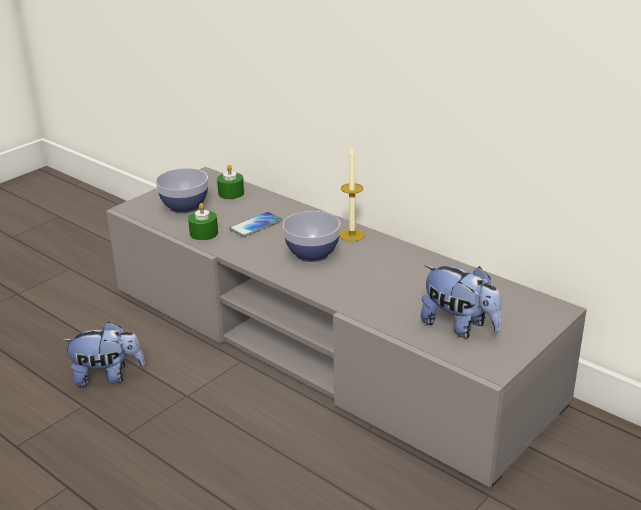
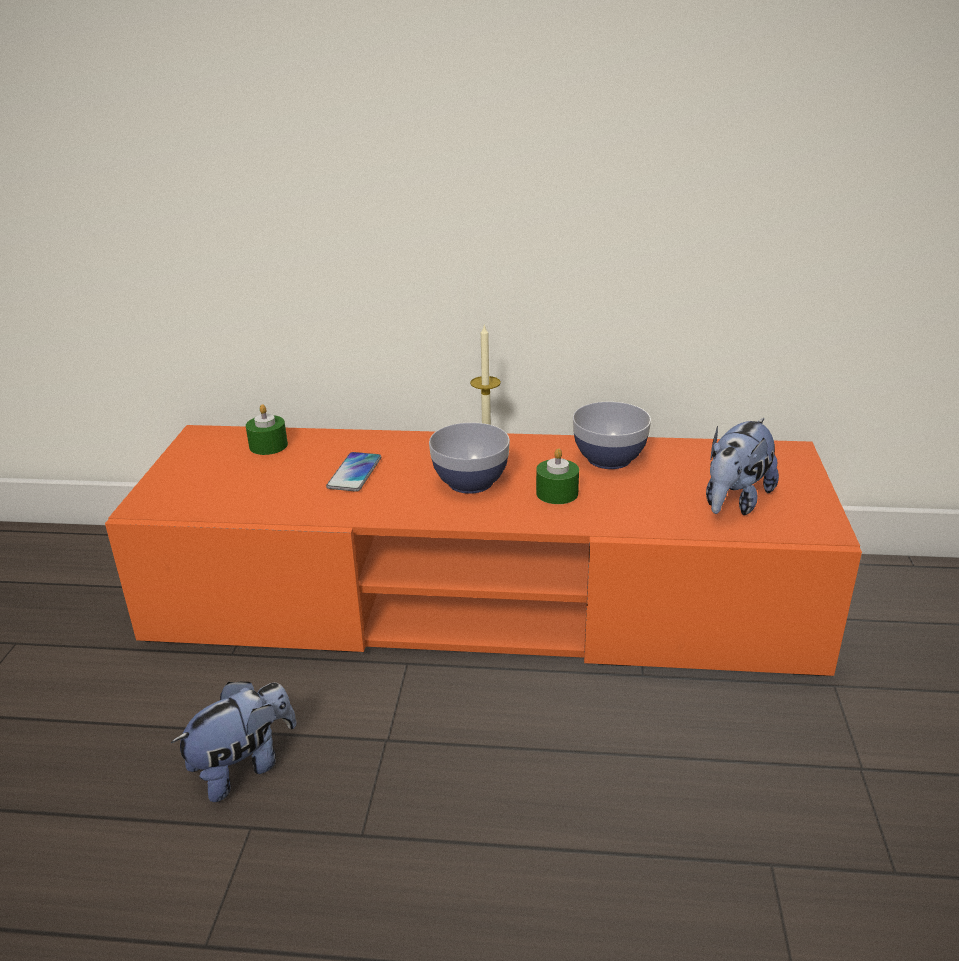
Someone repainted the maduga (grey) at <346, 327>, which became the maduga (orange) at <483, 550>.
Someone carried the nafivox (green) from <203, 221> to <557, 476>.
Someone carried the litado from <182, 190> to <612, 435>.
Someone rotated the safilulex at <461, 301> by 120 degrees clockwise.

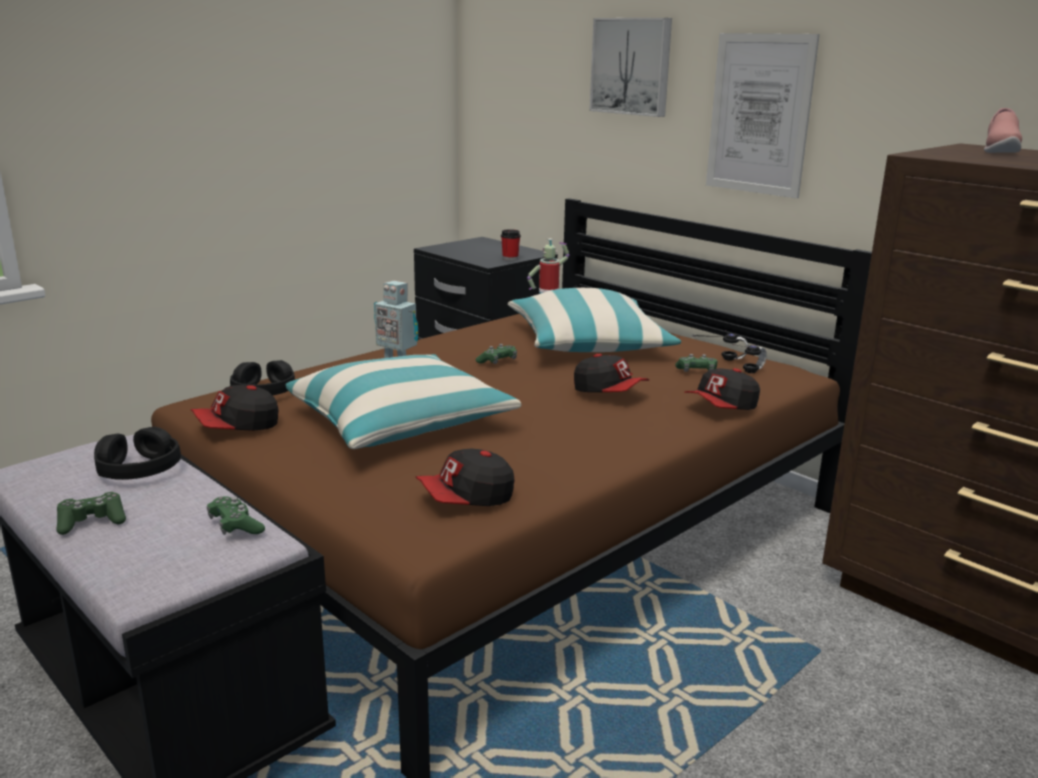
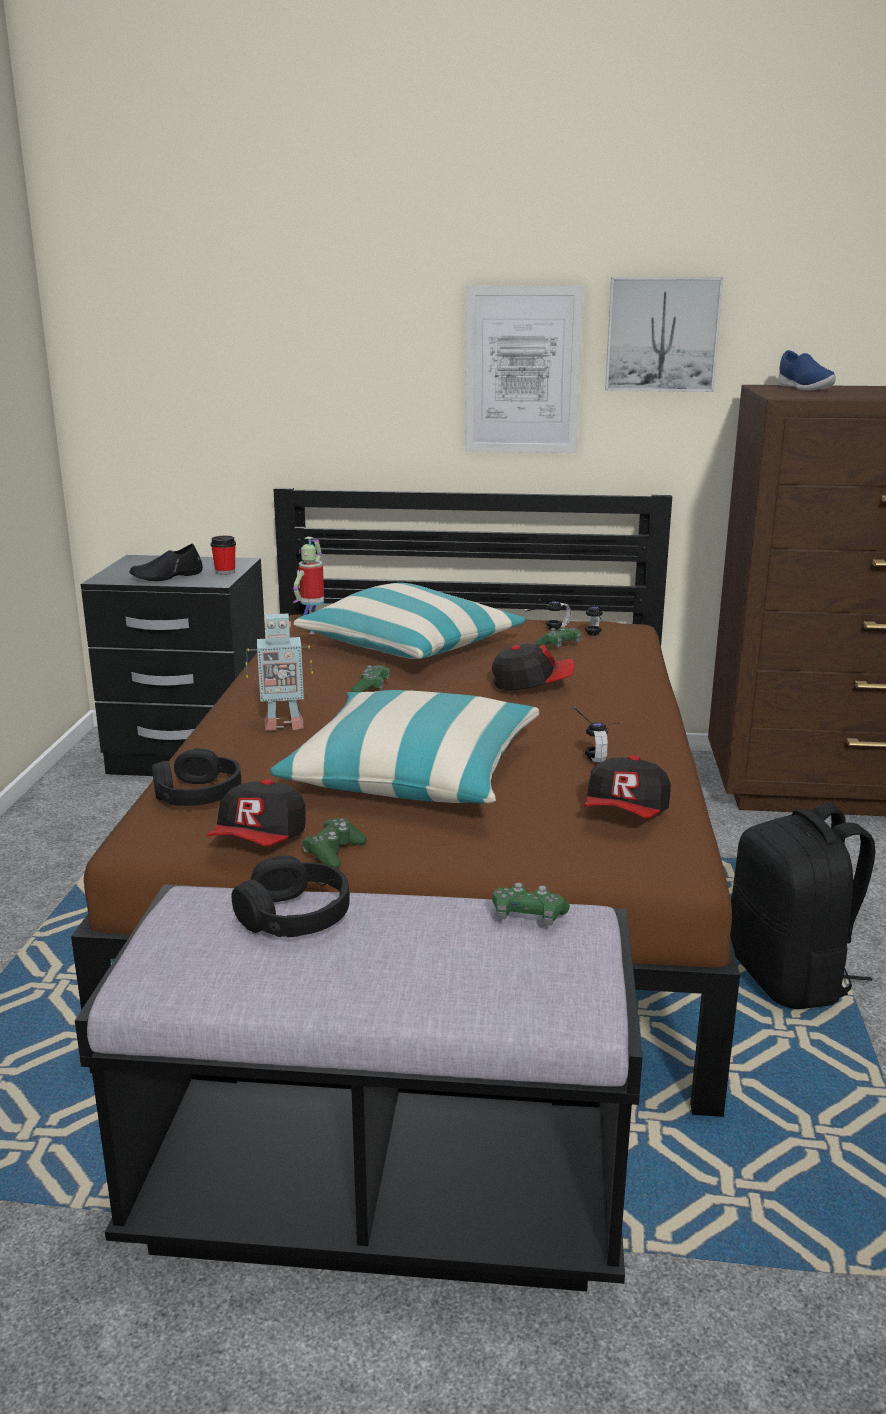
Someone put down the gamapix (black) at <166, 562>.
Someone carried the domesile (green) from <91, 513> to <334, 843>.
Someone put down the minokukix at <598, 734>.
Someone carried the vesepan from <630, 67> to <664, 334>.
Someone put down the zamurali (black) at <802, 906>.
Someone repainted the gamapix (pink) at <1003, 130>, which became the gamapix (blue) at <807, 370>.
Someone took away the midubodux at <722, 389>.

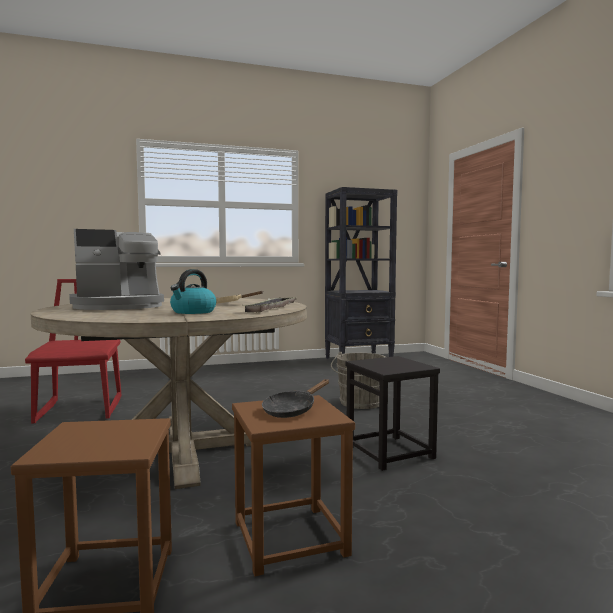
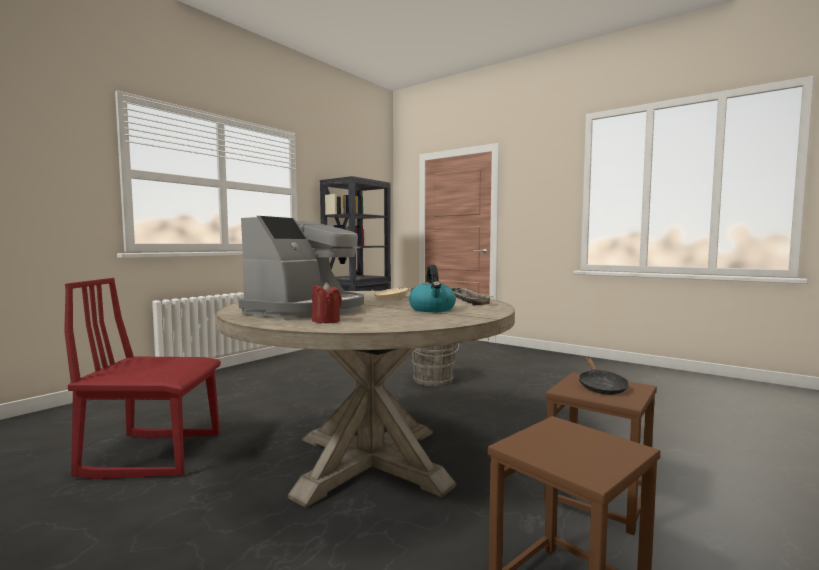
Someone rotated the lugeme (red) at <73, 351> by 45 degrees counterclockwise.
Someone put down the nafivox (red) at <327, 302>.
Someone took away the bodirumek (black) at <393, 413>.

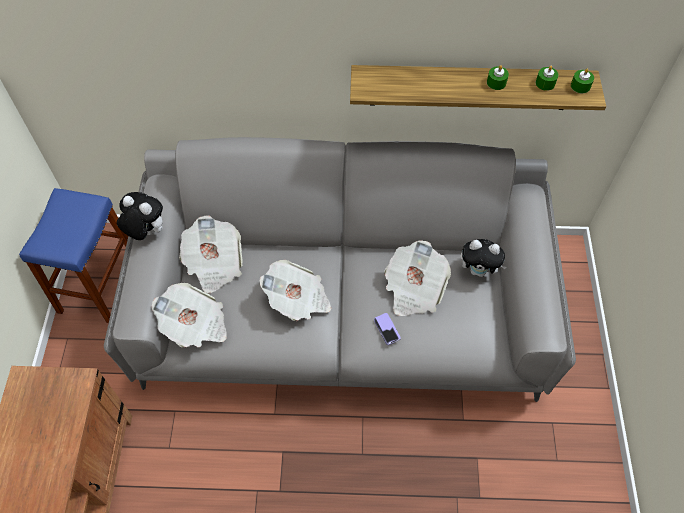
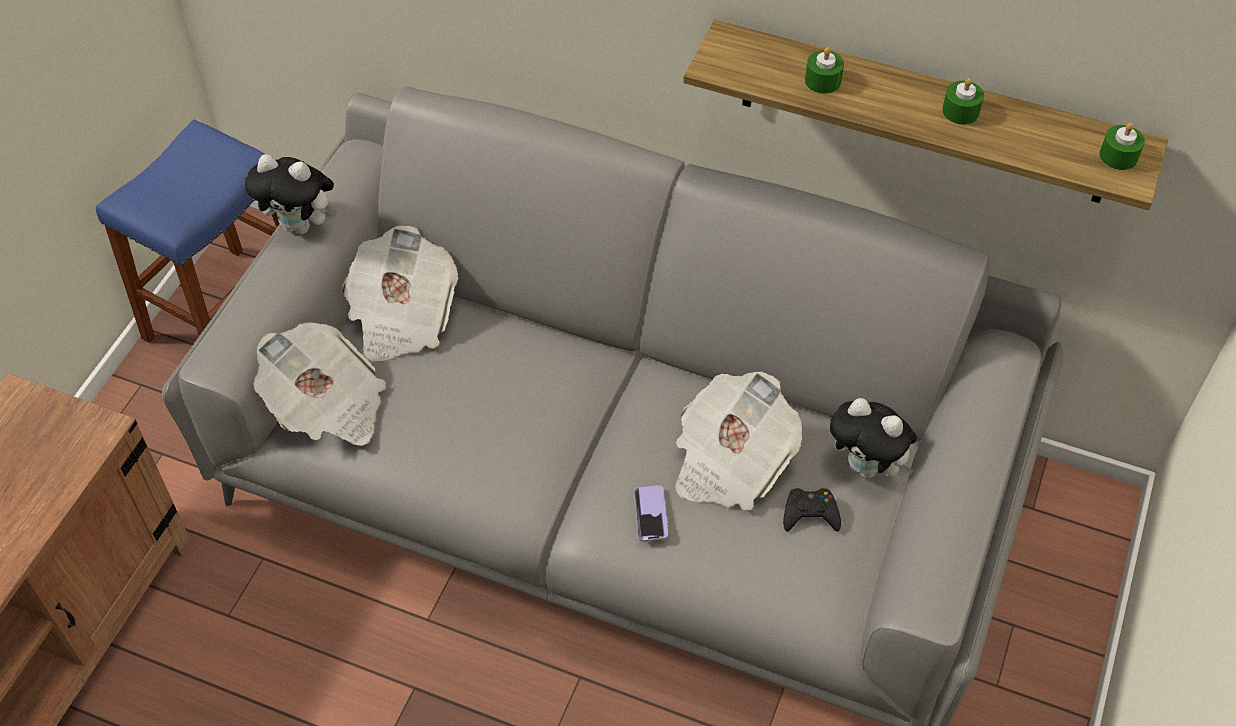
Someone rotated the safilulex at <140, 216> by 150 degrees clockwise.
Someone put down the domesile (black) at <812, 510>.
Someone carried the nafivox (green) from <547, 78> to <824, 70>.
Someone took away the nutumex at <295, 290>.

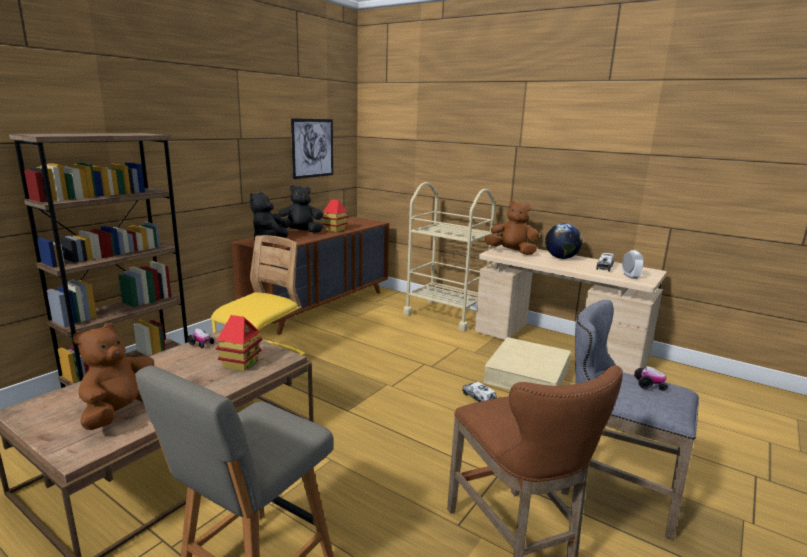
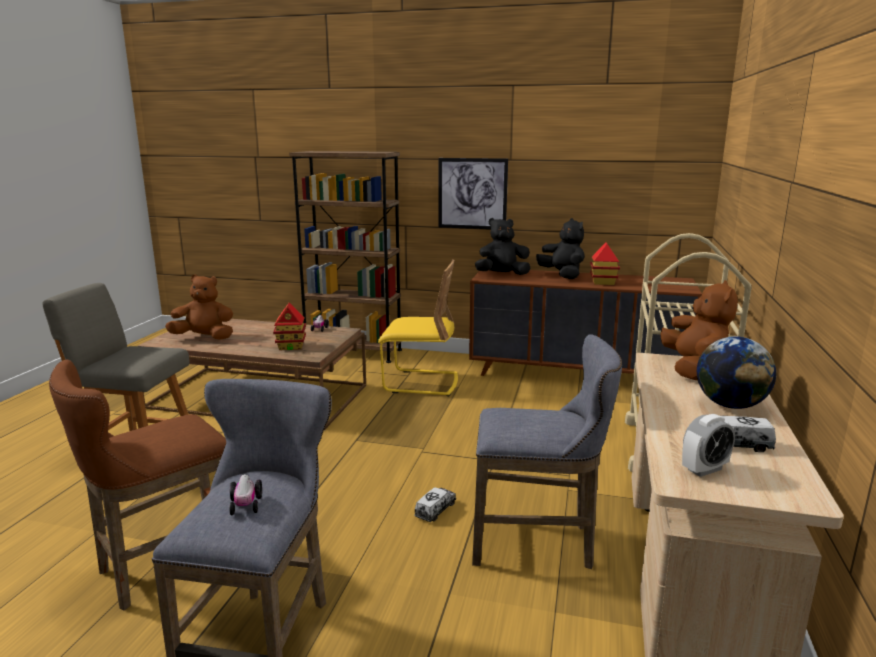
Someone carried the vesepan from <312, 148> to <473, 193>.
Someone swapped the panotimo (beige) at <527, 363> for the bodirumek (grey) at <547, 451>.

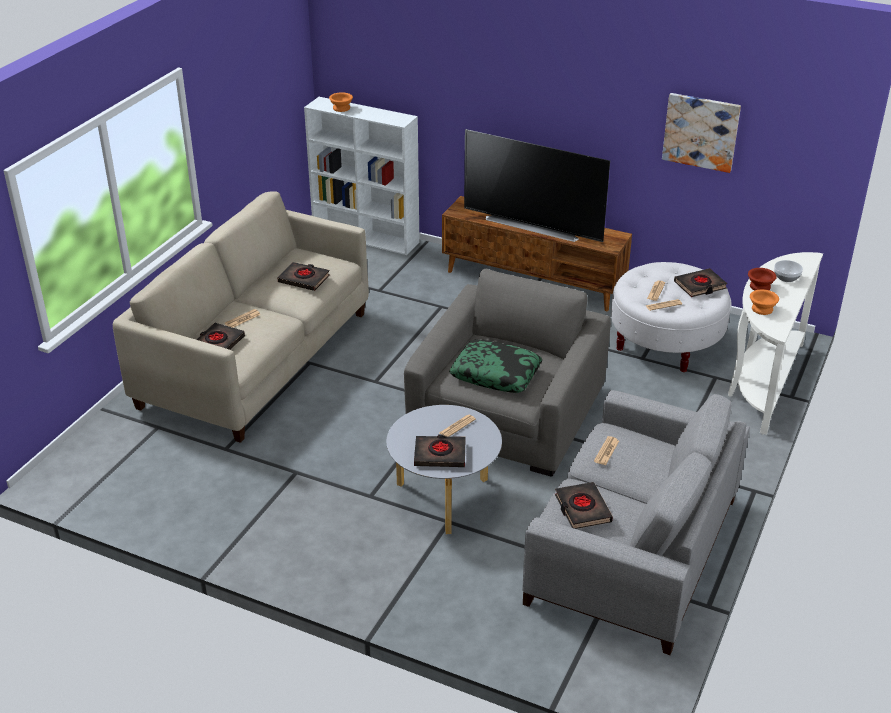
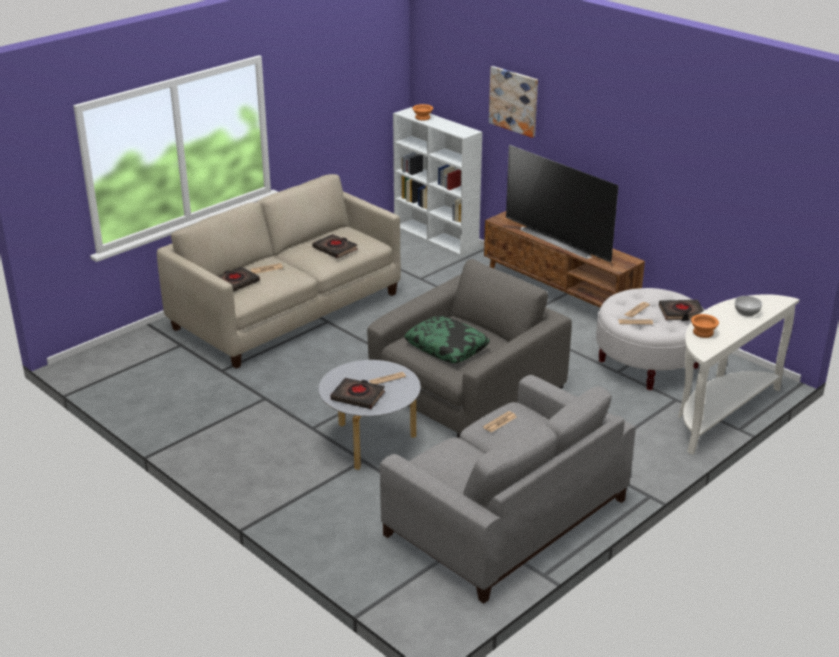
Someone carried the vesepan from <701, 133> to <513, 102>.
Someone took away the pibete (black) at <584, 505>.
Someone took away the litado (brown) at <762, 279>.

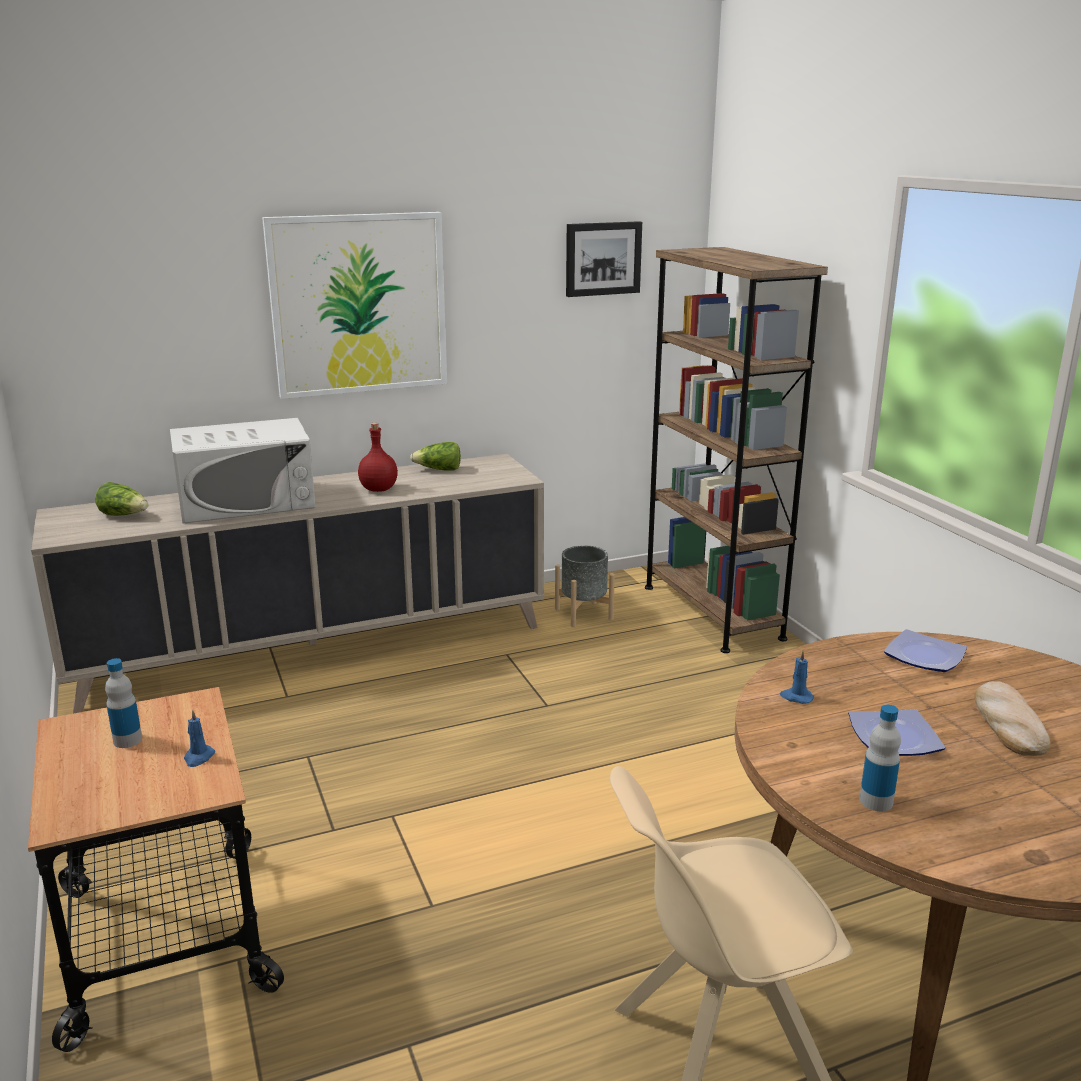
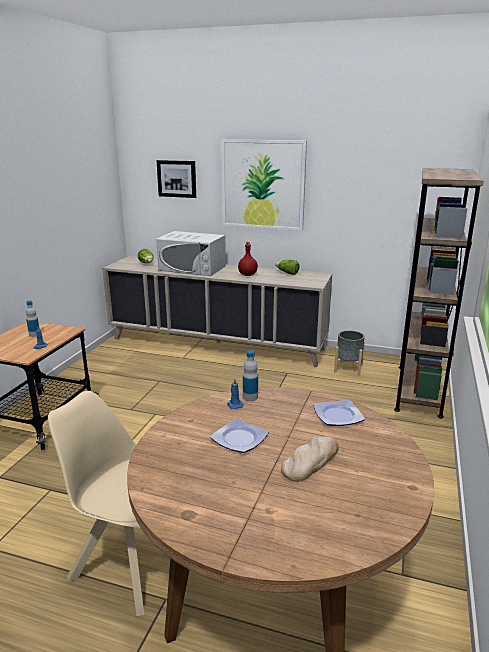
Someone carried the vesepan from <604, 259> to <176, 179>.
Someone carried the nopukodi from <880, 758> to <250, 375>.

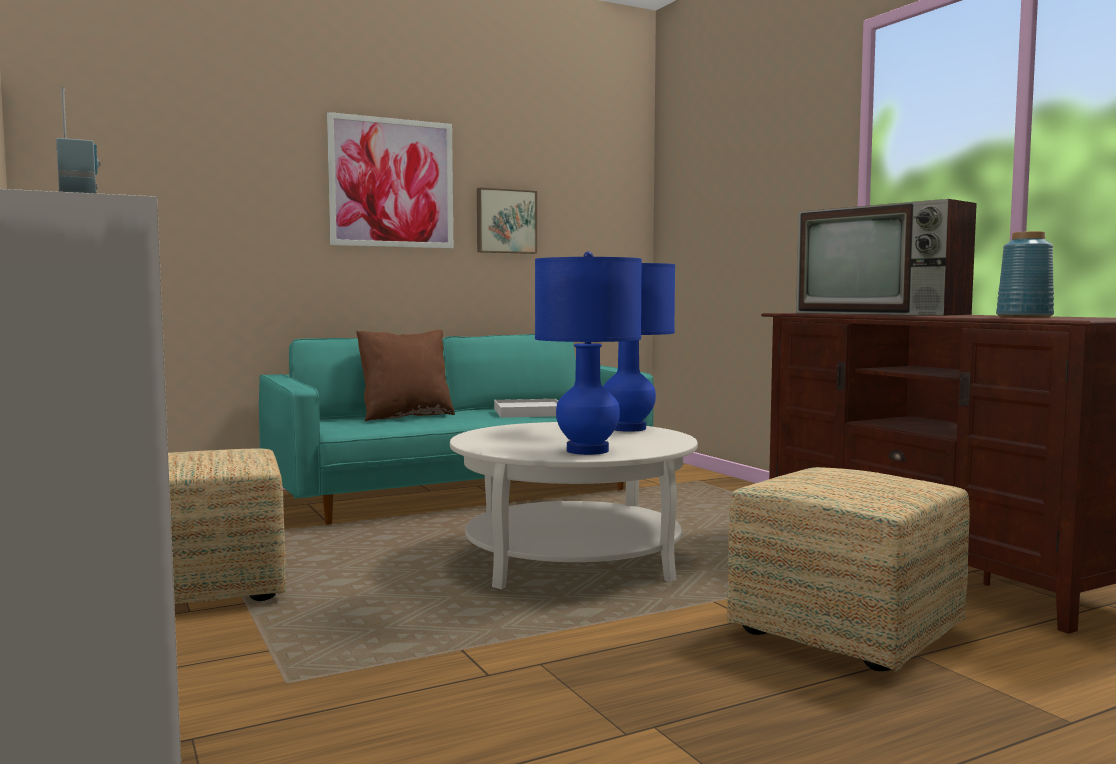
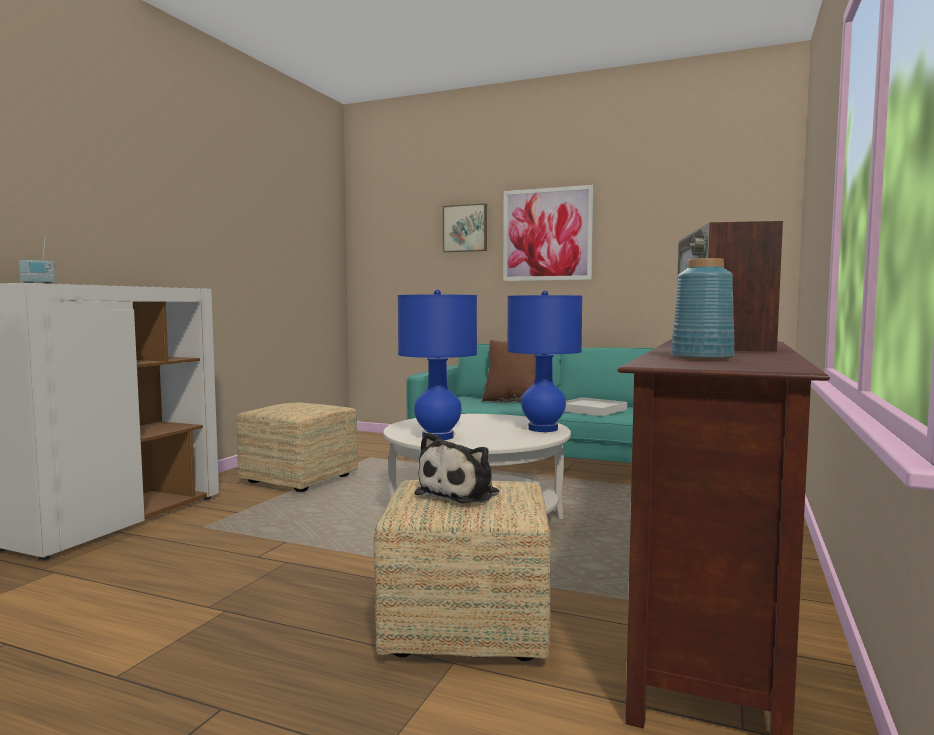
Someone put down the safilulex at <457, 467>.
Someone carried the vesepan from <507, 221> to <464, 227>.

